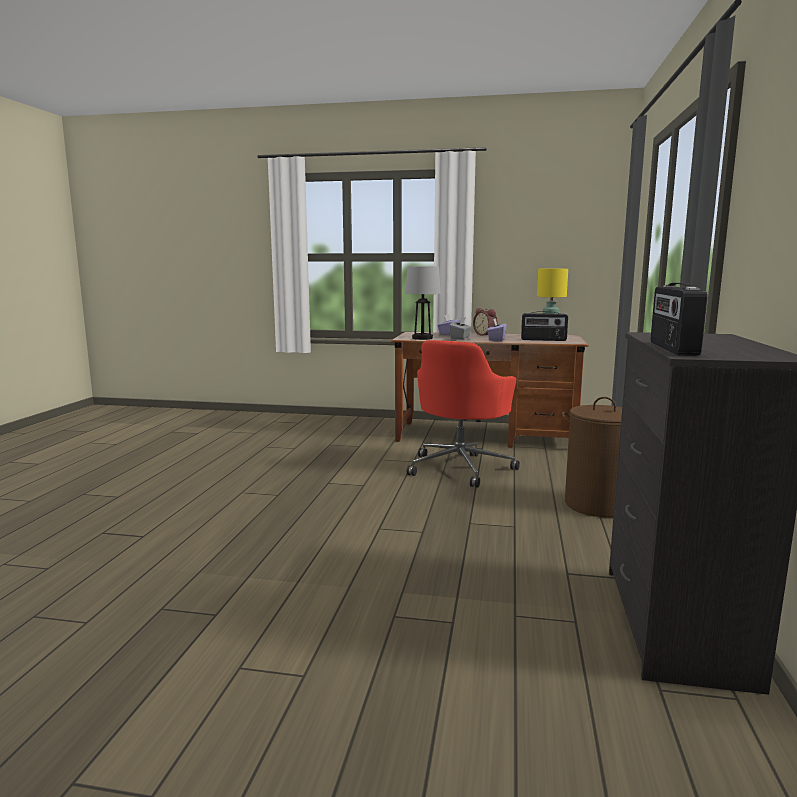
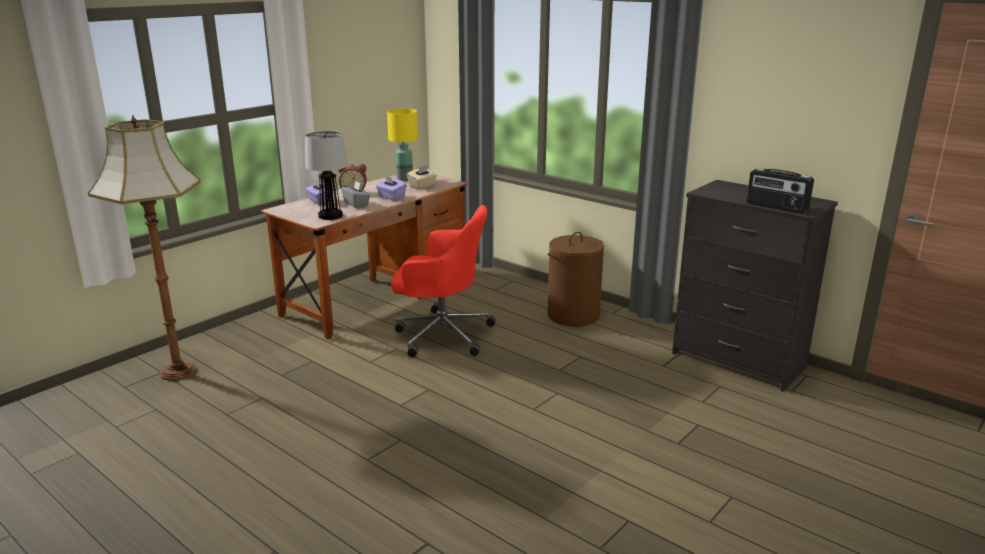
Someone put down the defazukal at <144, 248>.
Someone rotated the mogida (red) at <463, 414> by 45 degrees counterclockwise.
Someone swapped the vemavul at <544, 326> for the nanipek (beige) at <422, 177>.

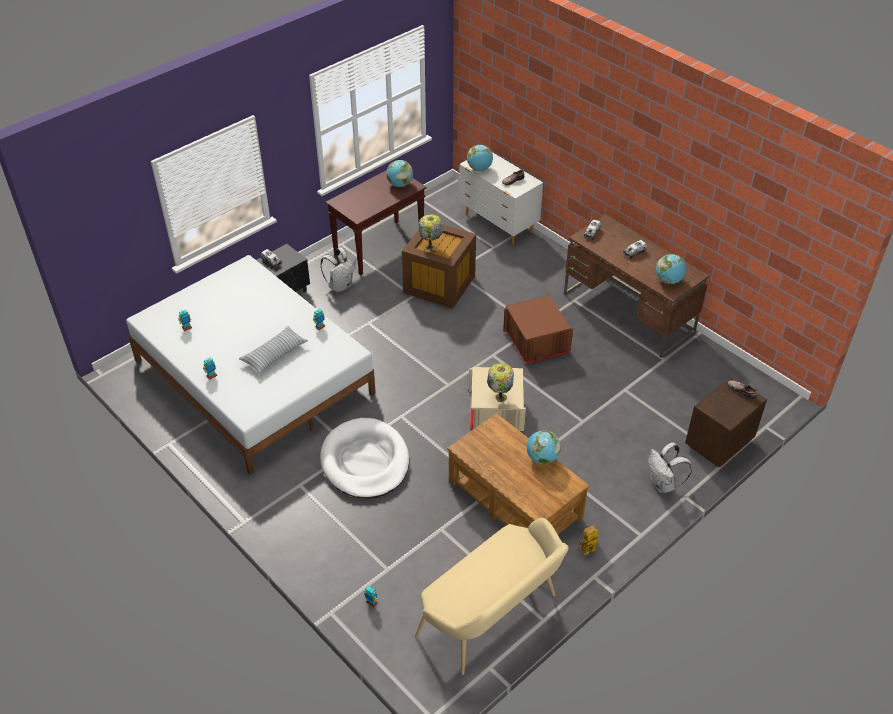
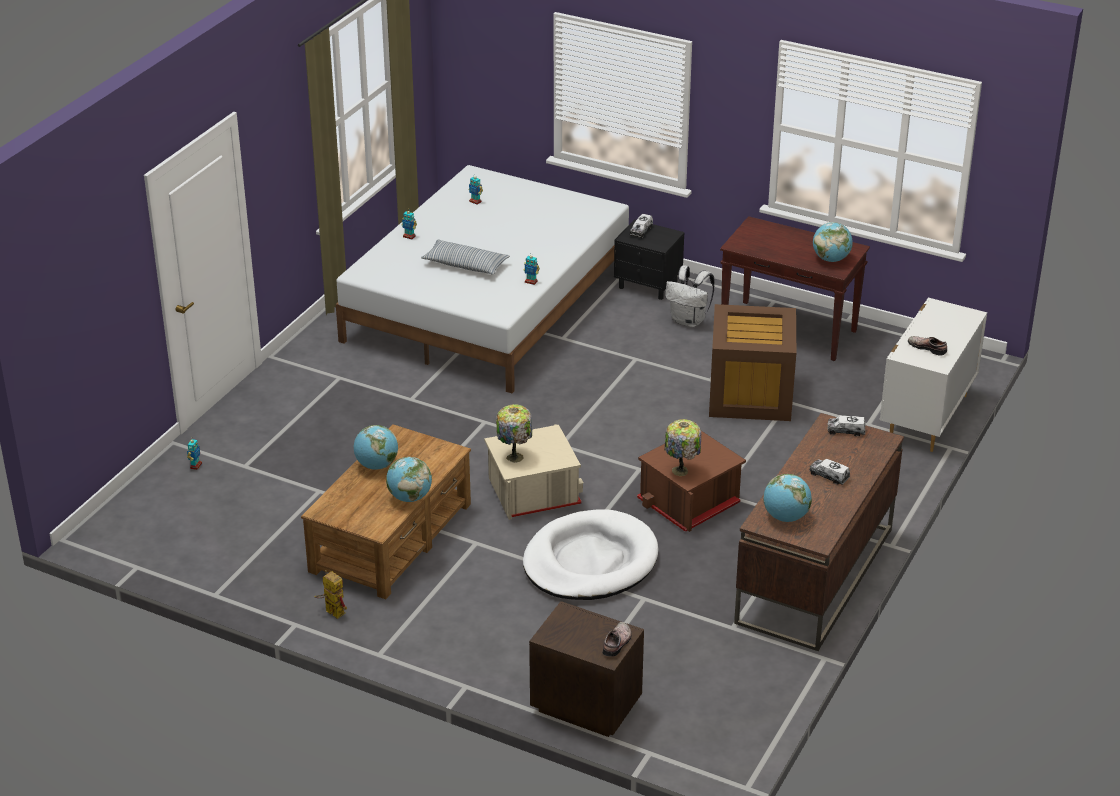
Someone carried the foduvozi from <480, 158> to <376, 447>.
Someone carried the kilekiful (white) from <364, 458> to <590, 554>.
Someone carried the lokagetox from <431, 232> to <683, 447>.
Someone took away the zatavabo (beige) at <492, 596>.
Someone took away the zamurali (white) at <670, 467>.

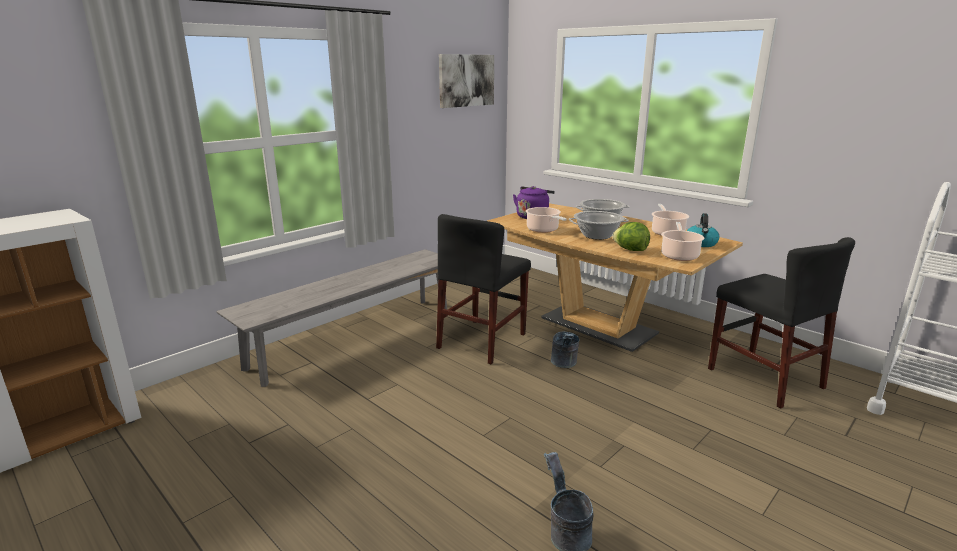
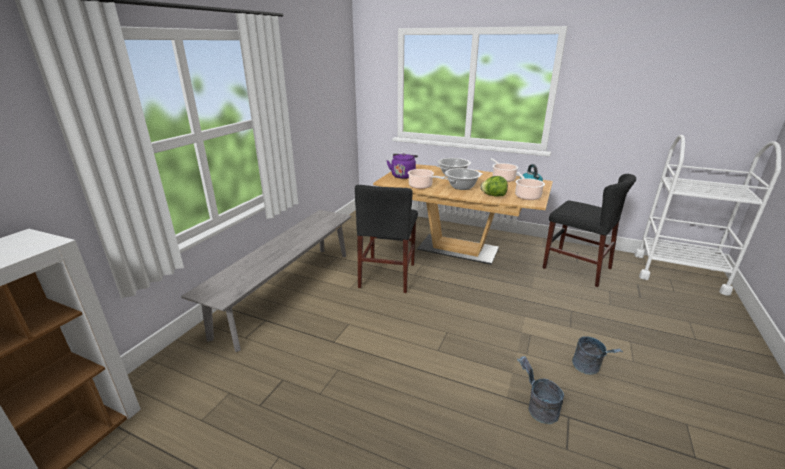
Someone carried the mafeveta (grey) from <565, 350> to <597, 355>.
Someone took away the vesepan at <466, 81>.

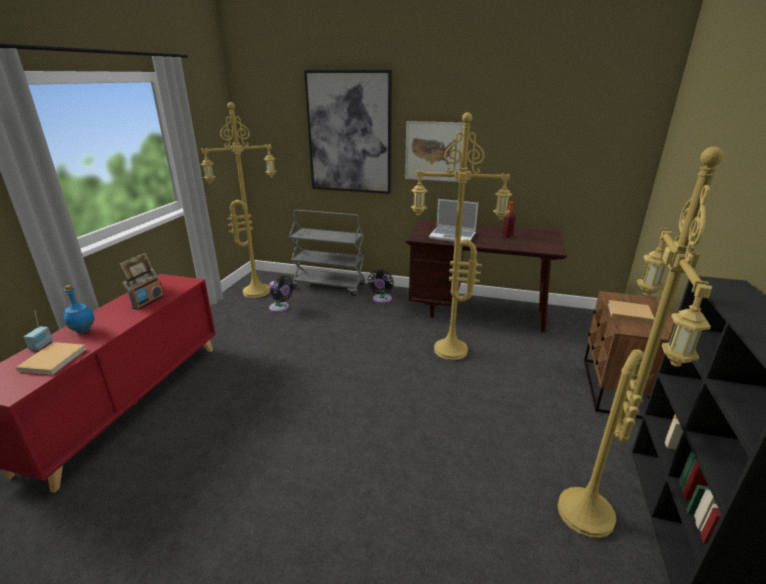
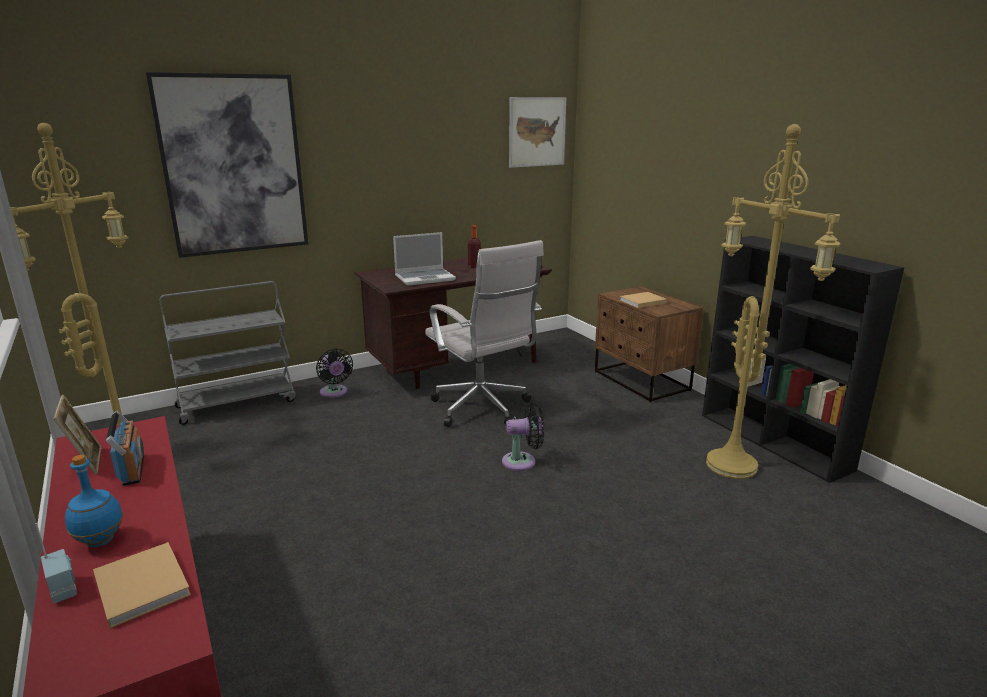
Someone swapped the defazukal (yellow) at <461, 236> for the mogida (white) at <484, 333>.
Someone carried the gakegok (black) from <281, 294> to <523, 437>.
Someone carried the vesepan from <434, 151> to <537, 132>.

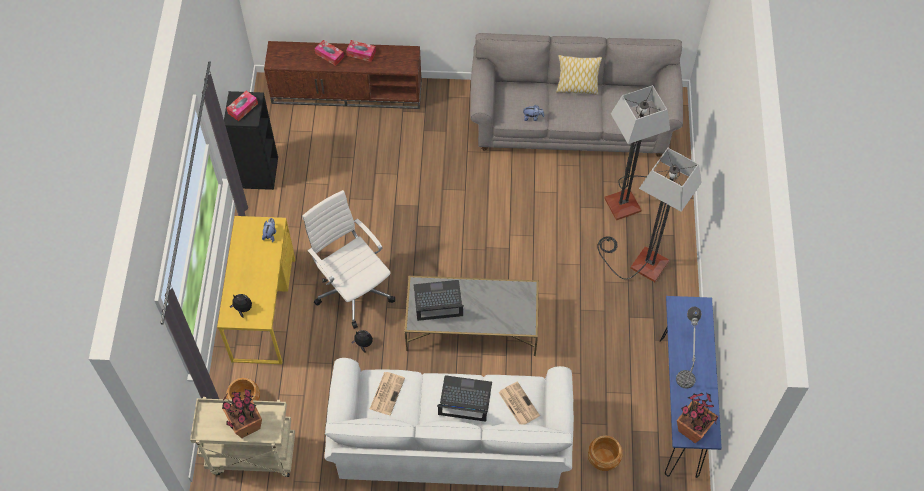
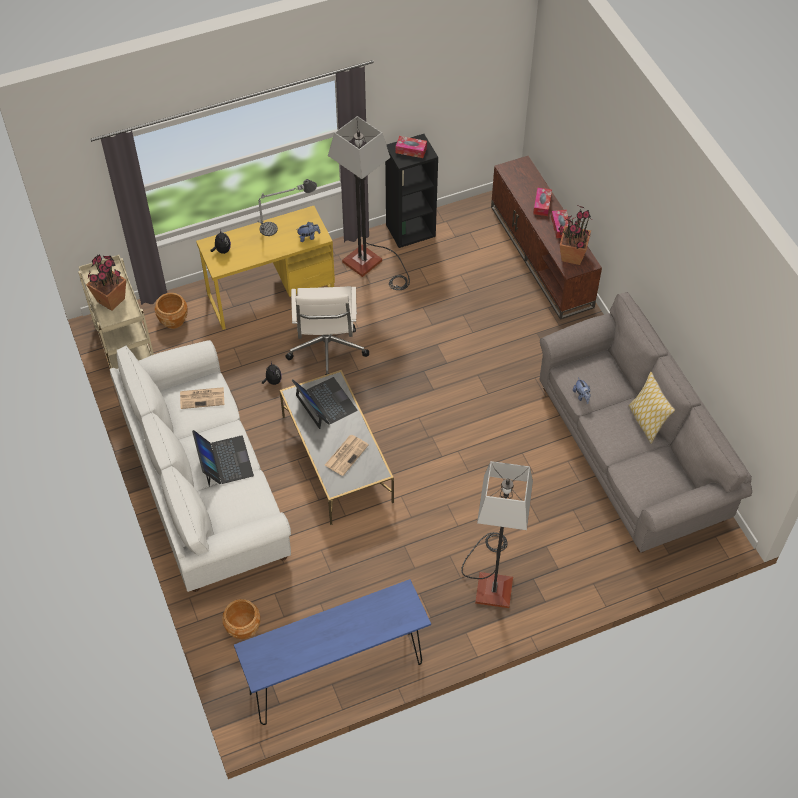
Someone carried the lokagetox from <689, 347> to <287, 207>.
Someone rotated the mogida (white) at <348, 259> by 150 degrees clockwise.
Someone carried the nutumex from <519, 402> to <347, 455>.
Someone carried the defazukal from <637, 152> to <369, 203>.
Someone carried the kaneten from <697, 418> to <575, 235>.

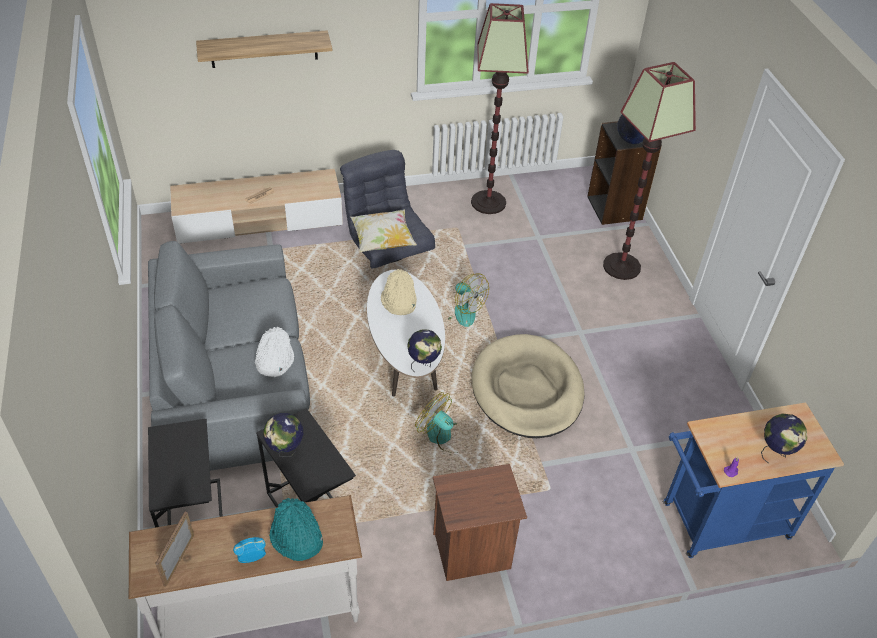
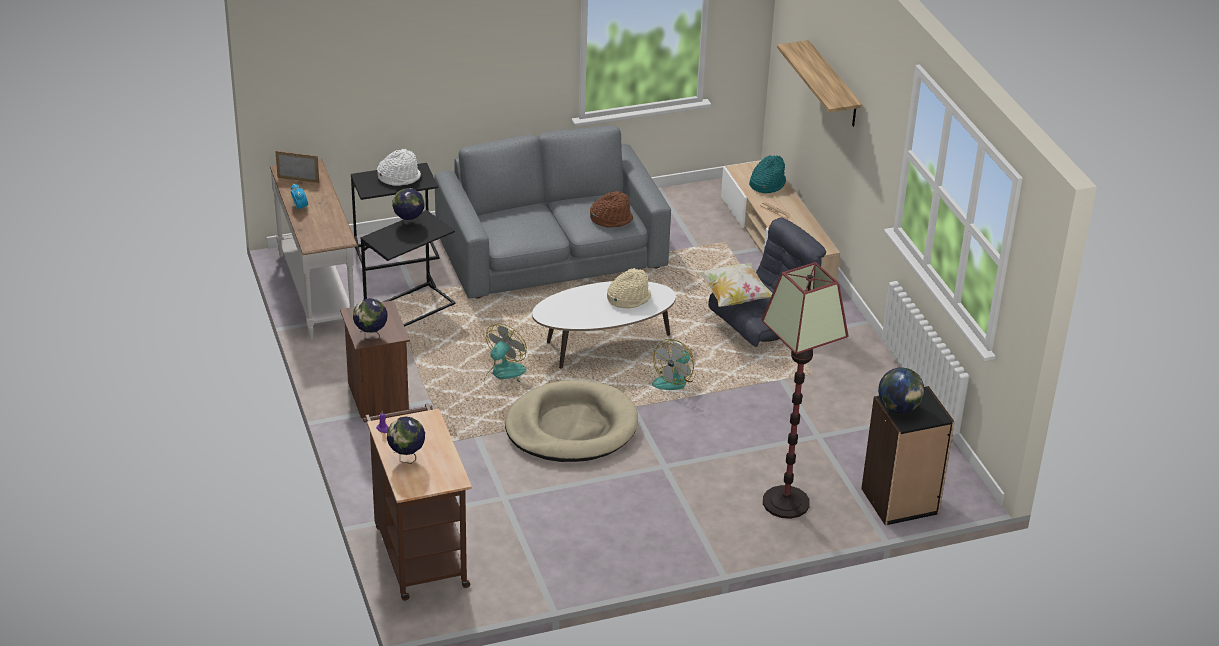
Someone carried the foduvozi from <424, 350> to <370, 319>.
Someone repainted the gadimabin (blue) at <753, 480>, which became the gadimabin (brown) at <417, 502>.
Someone carried the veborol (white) from <274, 352> to <399, 167>.
Someone put down the veborol (brown) at <611, 209>.
Someone carried the veborol (turquoise) from <296, 529> to <767, 174>.
Someone took away the defazukal at <500, 108>.

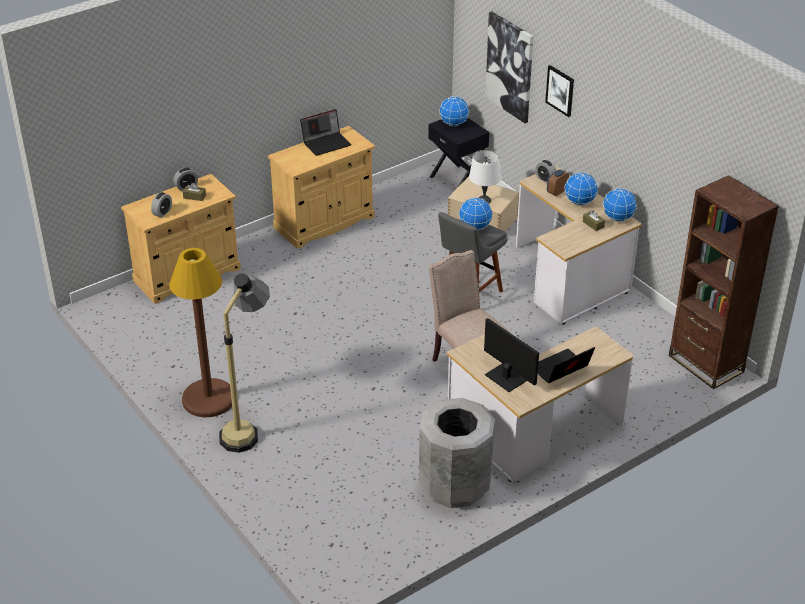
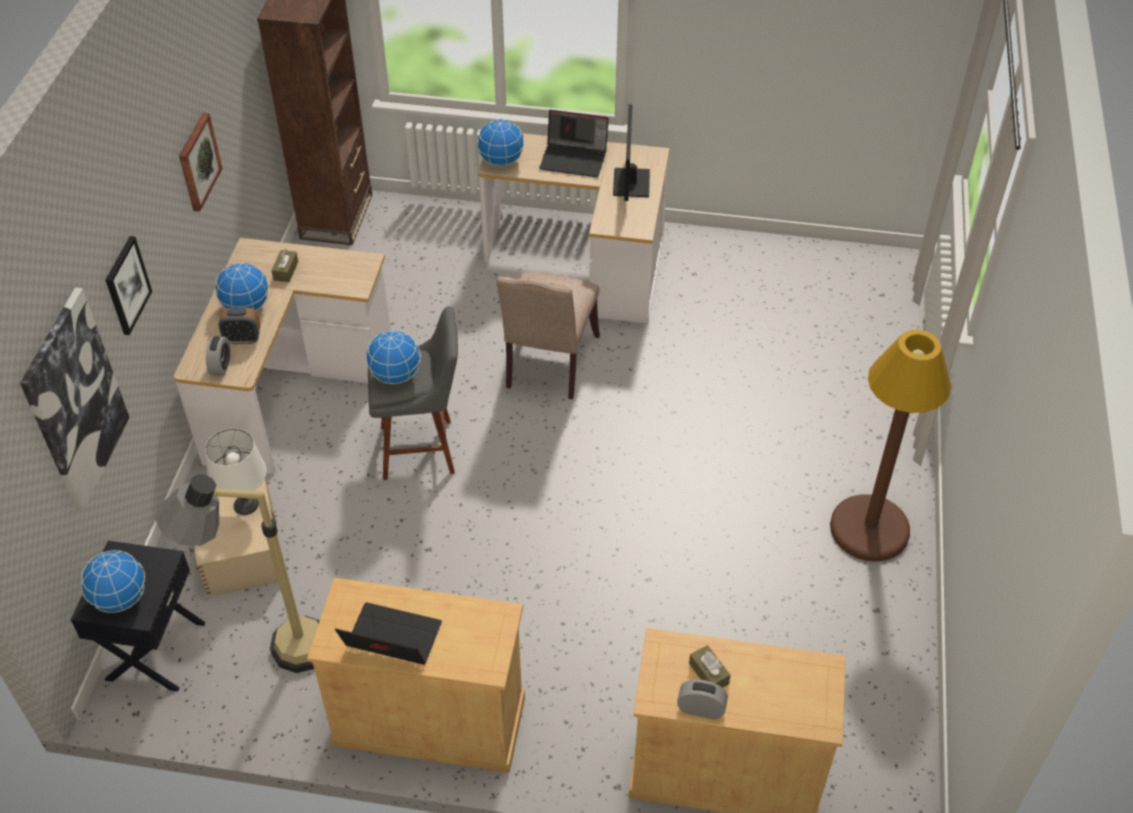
Someone carried the defazukal from <244, 363> to <237, 573>.
Someone put up the vesepan at <200, 162>.
Someone carried the foduvozi from <620, 205> to <500, 143>.
Someone took away the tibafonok at <161, 205>.
Someone took away the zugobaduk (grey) at <457, 453>.

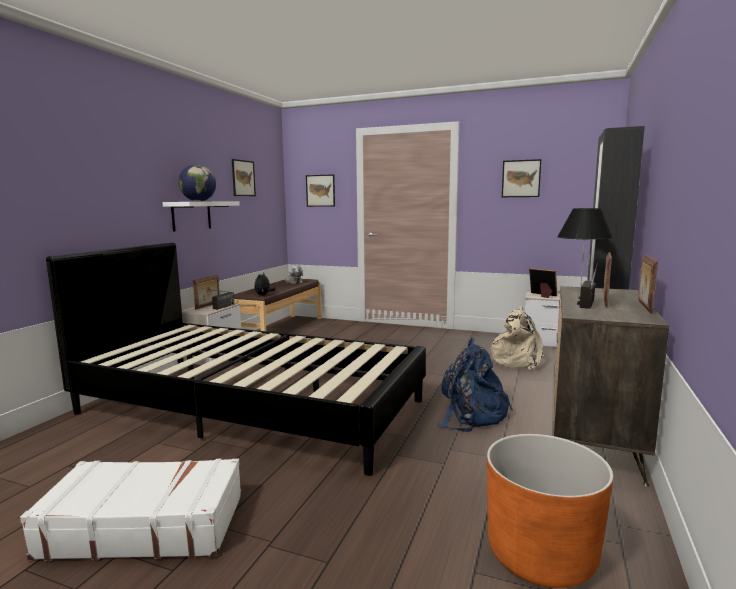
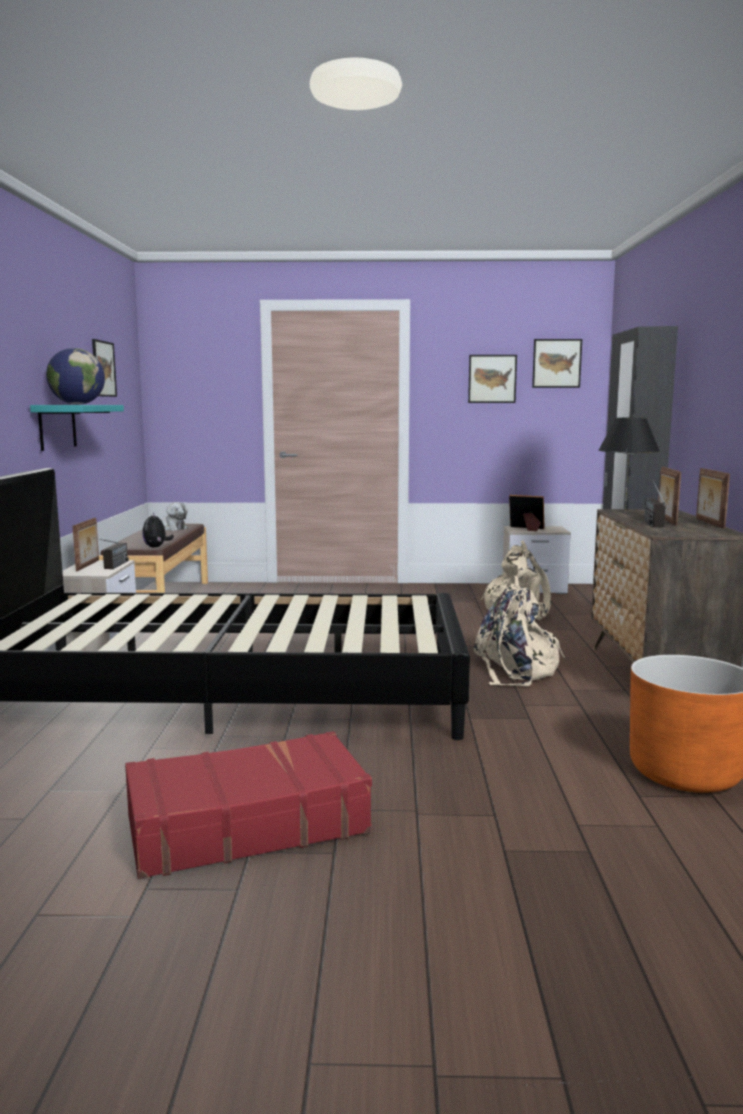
Someone repainted the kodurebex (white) at <201, 216>, which became the kodurebex (turquoise) at <77, 428>.
Someone repainted the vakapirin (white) at <130, 509>, which became the vakapirin (red) at <248, 805>.
Someone repainted the zamurali (blue) at <475, 385>, which became the zamurali (beige) at <519, 631>.
Someone carried the vesepan from <320, 190> to <557, 363>.

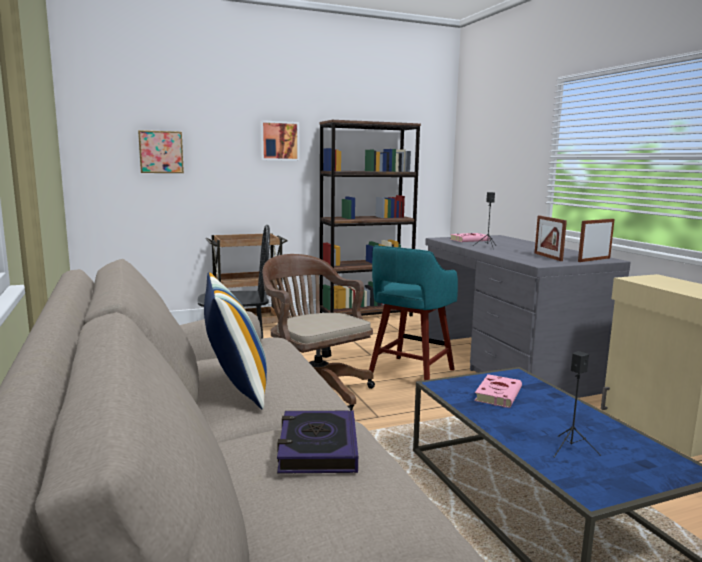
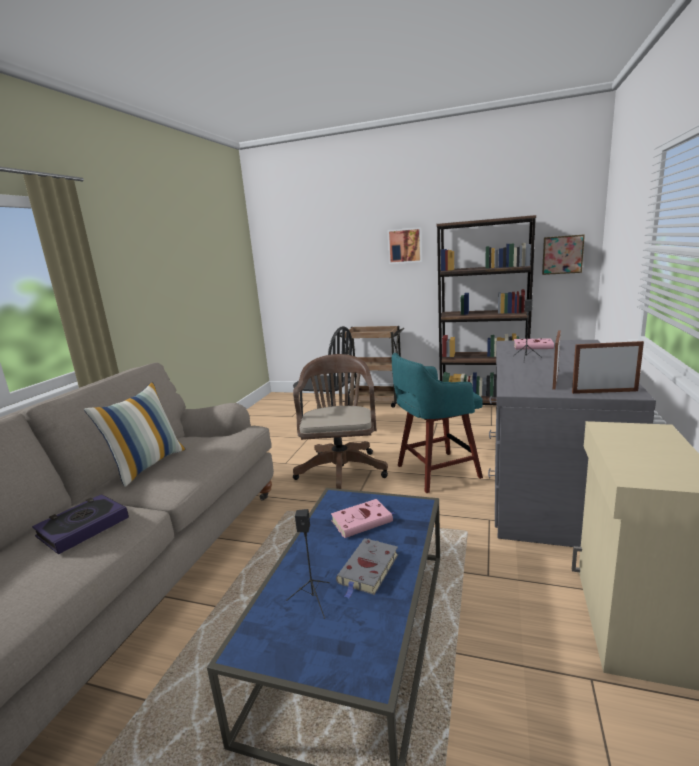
Someone put down the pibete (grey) at <367, 568>.
Someone carried the vesepan from <161, 151> to <563, 255>.

